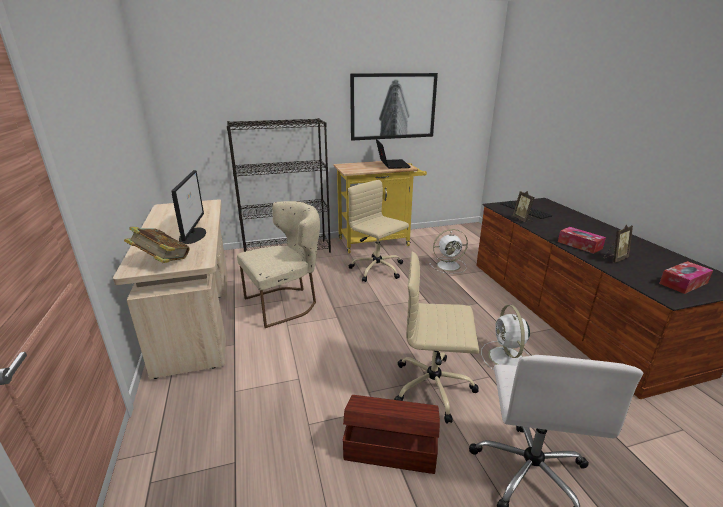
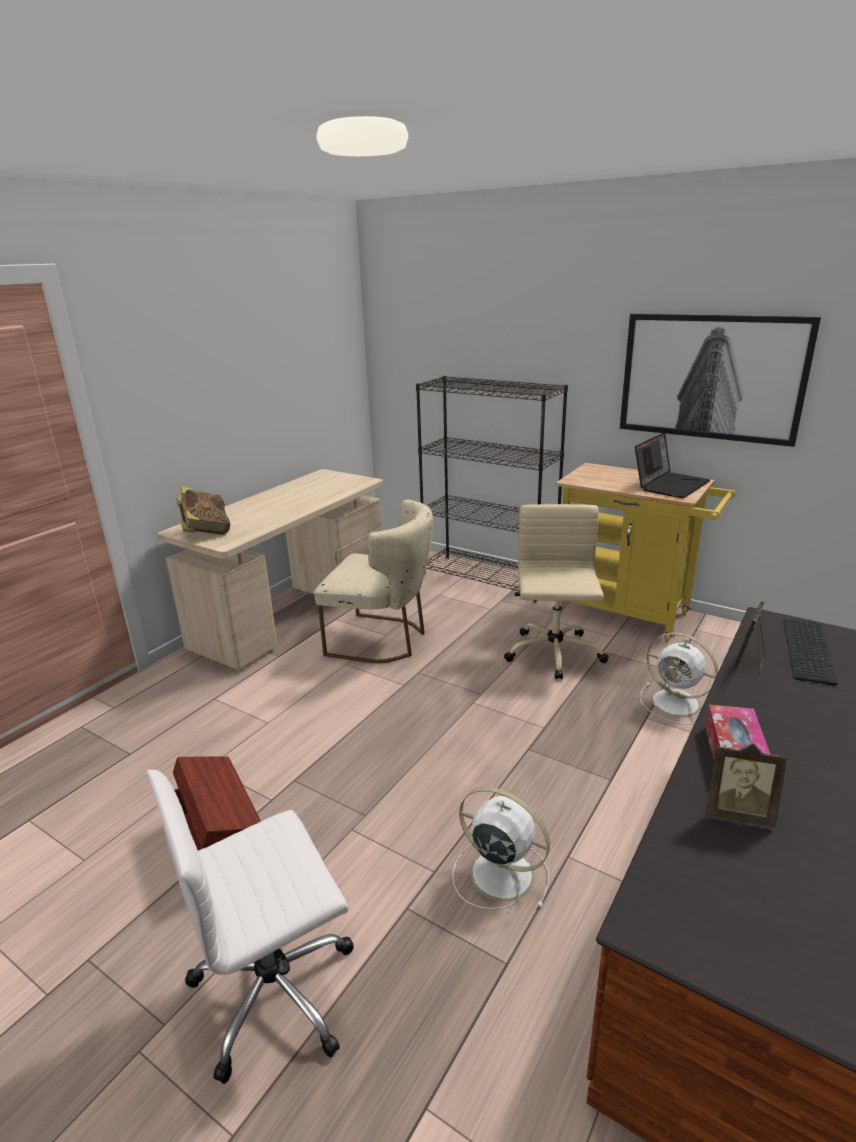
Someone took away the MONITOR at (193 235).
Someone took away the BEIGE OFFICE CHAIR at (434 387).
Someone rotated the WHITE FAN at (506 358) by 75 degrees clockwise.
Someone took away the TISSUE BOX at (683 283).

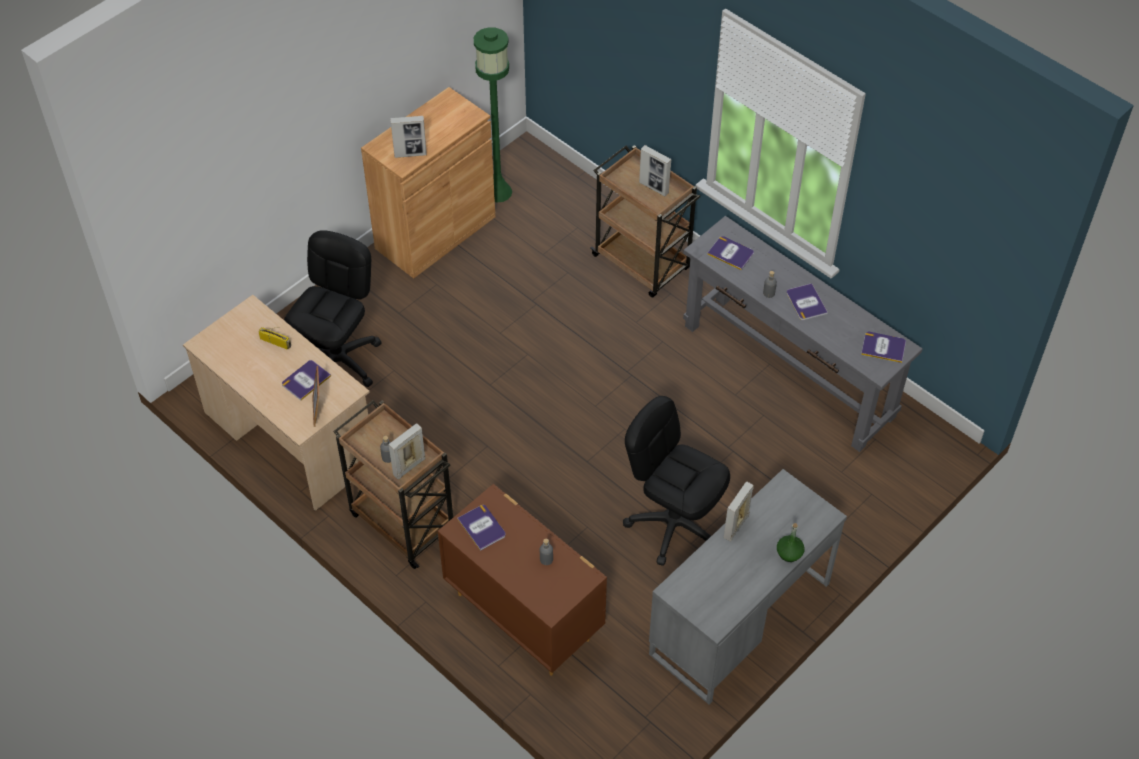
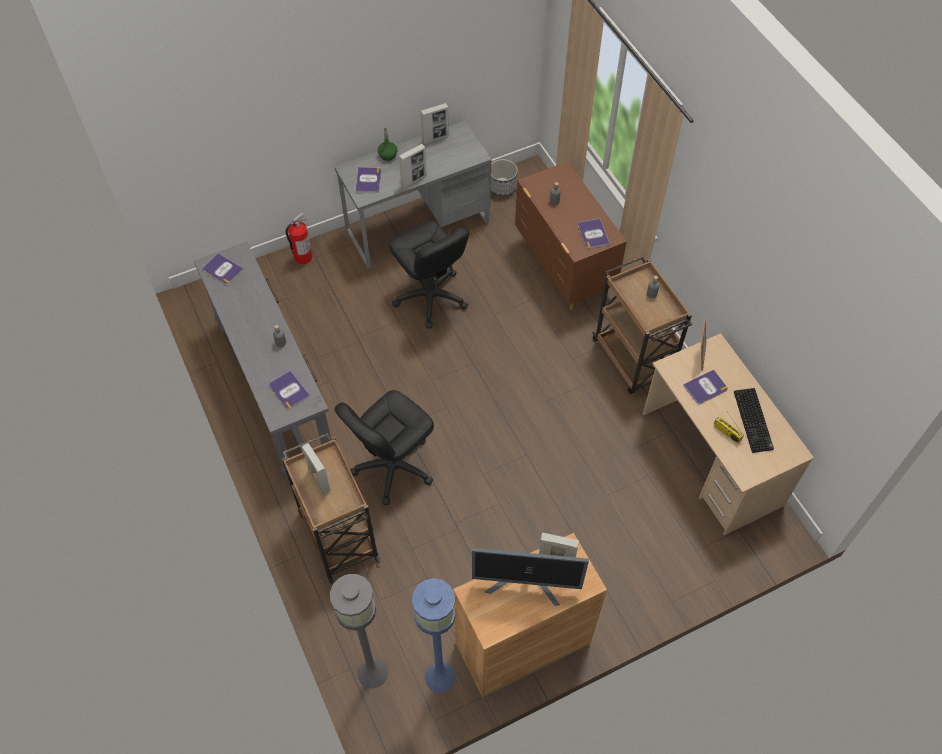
Someone carried the BLACK OFFICE CHAIR from (338 361) to (393 466).
Someone carried the PICTURE FRAME from (409 467) to (435 138).
Someone repainted the GREEN FLOOR LAMP at (498 192), which became the BLUE FLOOR LAMP at (439 676).
Someone carried the BOOK from (806 302) to (368 180).
Someone put down the FIRE EXTINGUISHER at (302 257).
Someone put down the GREY FLOOR LAMP at (372 672).
Someone put down the MONITOR at (526 584).
Someone put down the PLANTER at (502 187).
Someone put down the KEYBOARD at (754 421).

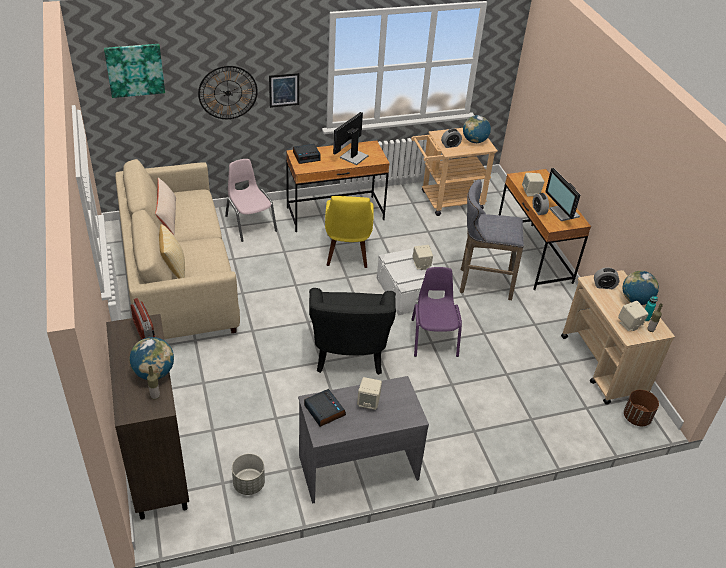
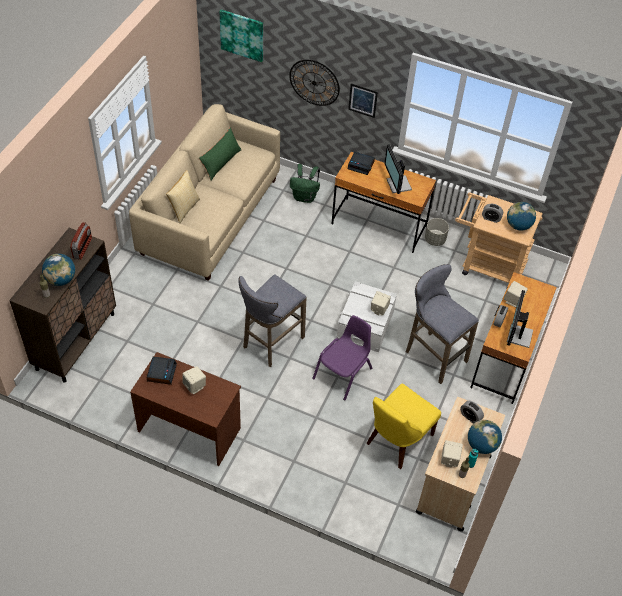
Someone repainted the BEIGE PILLOW at (167 216), which became the GREEN PILLOW at (221 162).
Someone swapped the PINK CHAIR at (250 223) for the GREEN BACKPACK at (305 197).
Someone carried the GREY PLANTER from (248 484) to (434 239).
Someone repainted the GREY DESK at (357 466), which became the BROWN DESK at (189 428).
Someone swapped the BLACK ARMCHAIR at (349 350) for the GREY STOOL at (271 343).
Someone carried the YELLOW CHAIR from (347 252) to (397 440).
Someone rotated the MONITOR at (352 156) by 90 degrees counterclockwise.
Someone took away the BROWN PLANTER at (636 418).

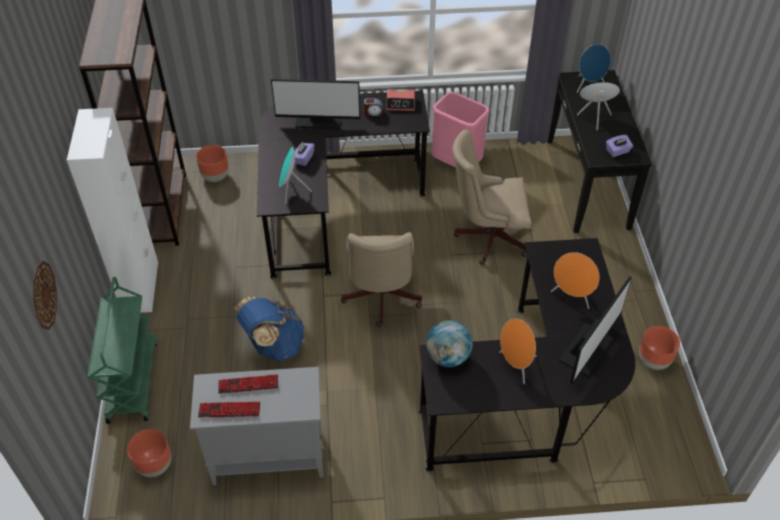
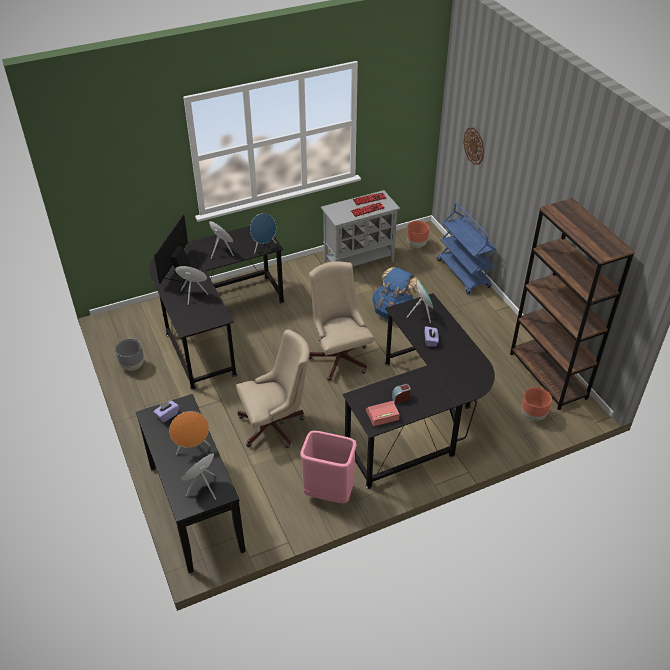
Someone took away the WHITE CABINET at (140 287).
Someone repainted the GREEN CART at (132 380), which became the BLUE CART at (463 274).
Someone took away the MONITOR at (318 120).
Someone swapped the GLOBE at (448 357) for the BLUE SPEAKER at (263 247).
Someone repainted the BROWN PLANTER at (653 361), which became the GREY PLANTER at (132 366).

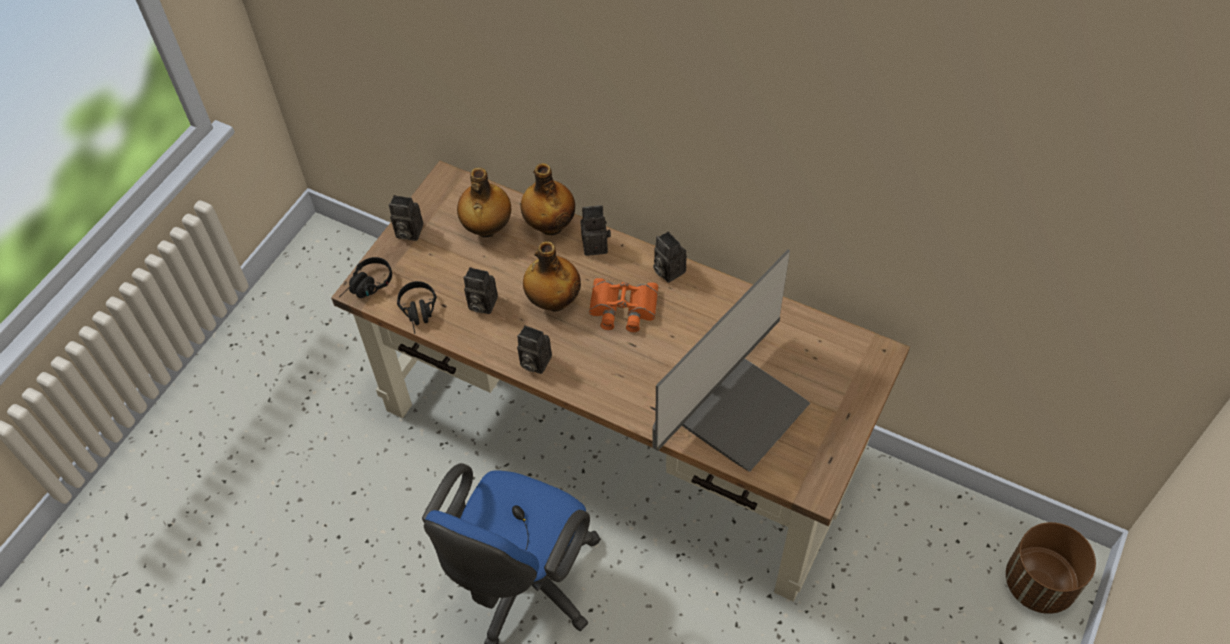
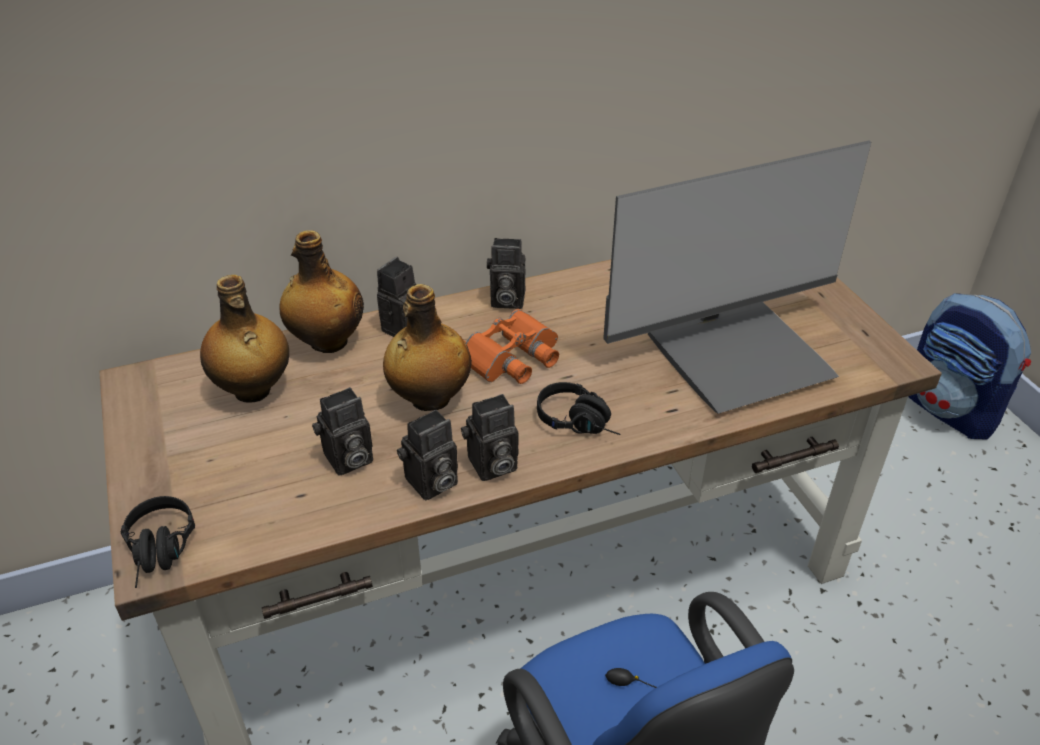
Someone carried the PHOTO CAMERA from (407 232) to (431 484).
Someone carried the BLACK HEADPHONES from (420 313) to (581 423).
Someone rotated the MONITOR at (736 408) by 75 degrees clockwise.
Someone swapped the BROWN PLANTER at (1039 584) for the BACKPACK at (951 410).

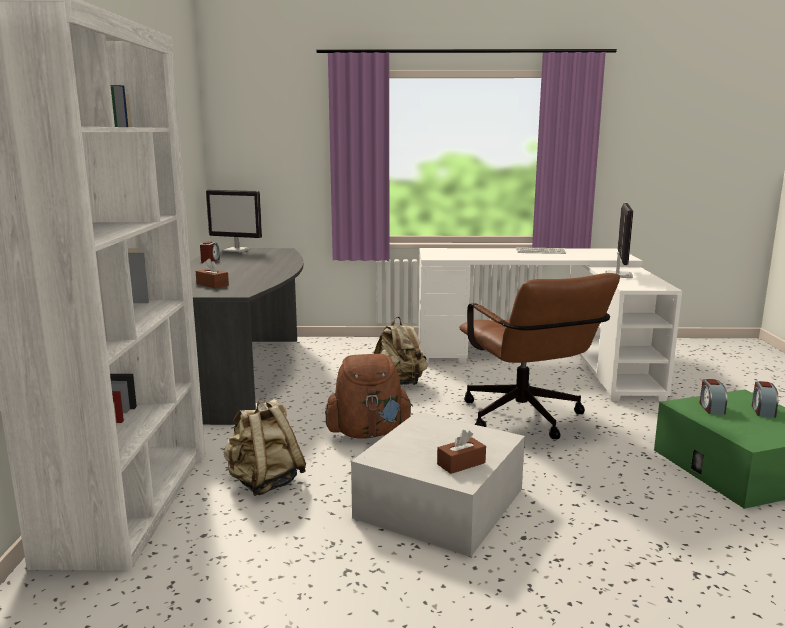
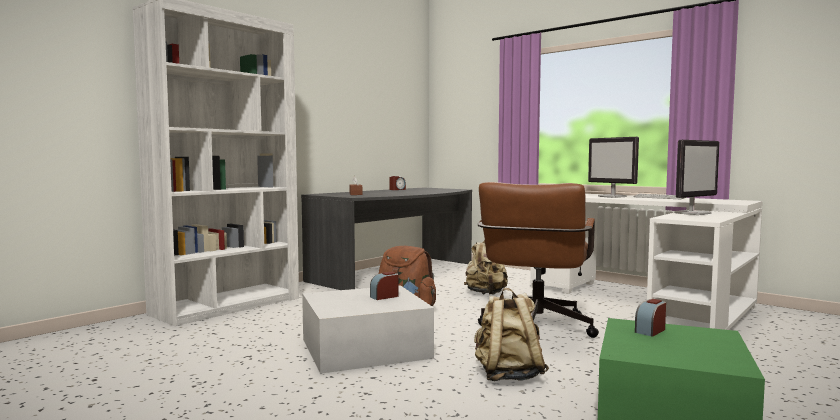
Someone carried the MONITOR from (237 250) to (612 197).
Someone carried the BEIGE BACKPACK from (264 483) to (508 375).
Someone took away the BROWN TISSUE BOX at (461 463).
Someone carried the ALARM CLOCK from (762 411) to (384 296).

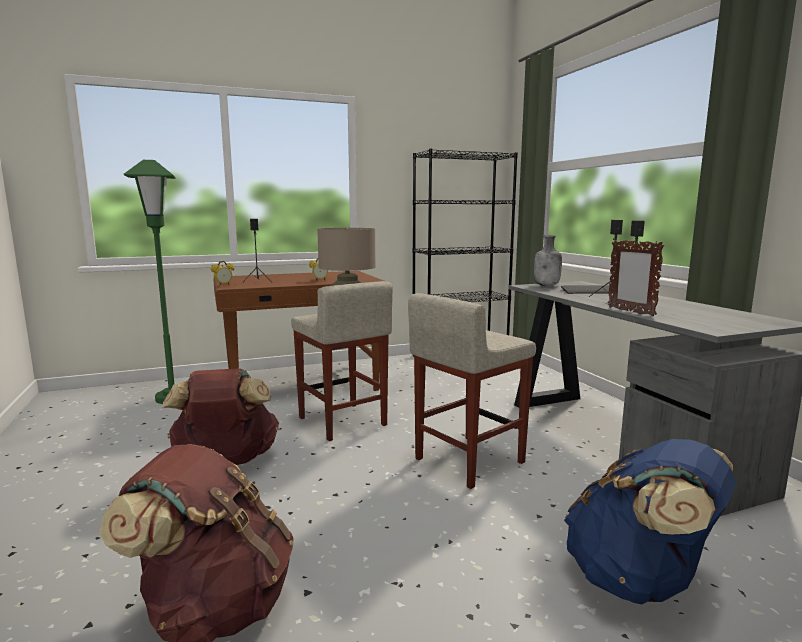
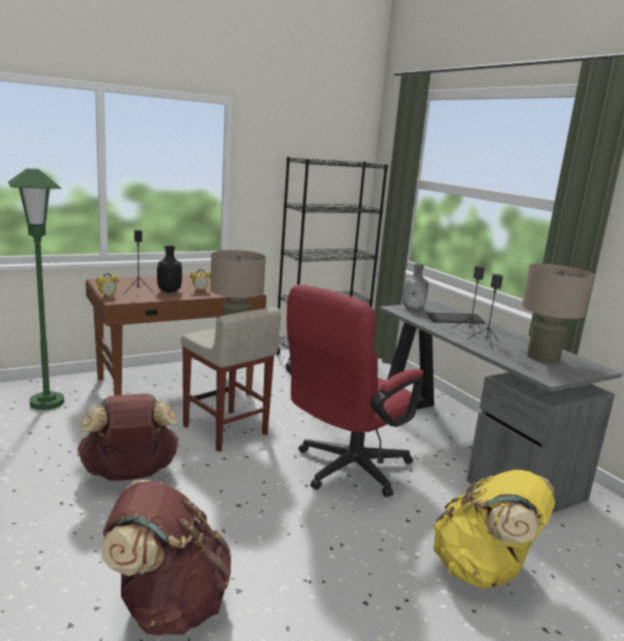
Someone swapped the BEIGE STOOL at (468 461) for the RED OFFICE CHAIR at (345 470).
Someone repainted the BLUE BACKPACK at (639 581), which became the YELLOW BACKPACK at (483 570).
Someone took away the PICTURE FRAME at (630 312).
Someone put down the BLACK BOTTLE at (168 291).
Someone put down the BEIGE TABLE LAMP at (543 357).

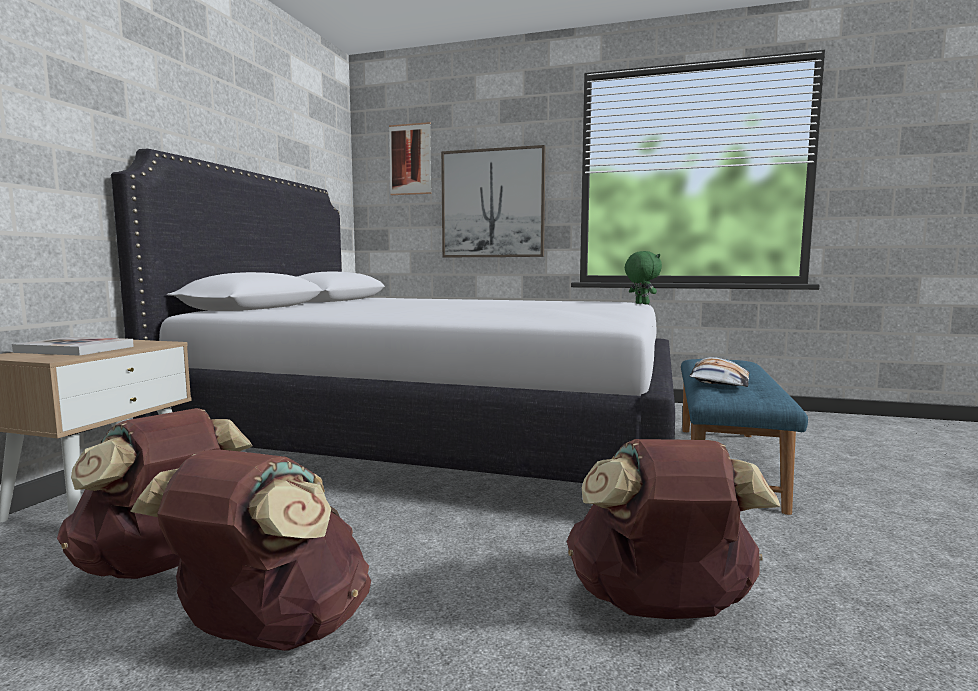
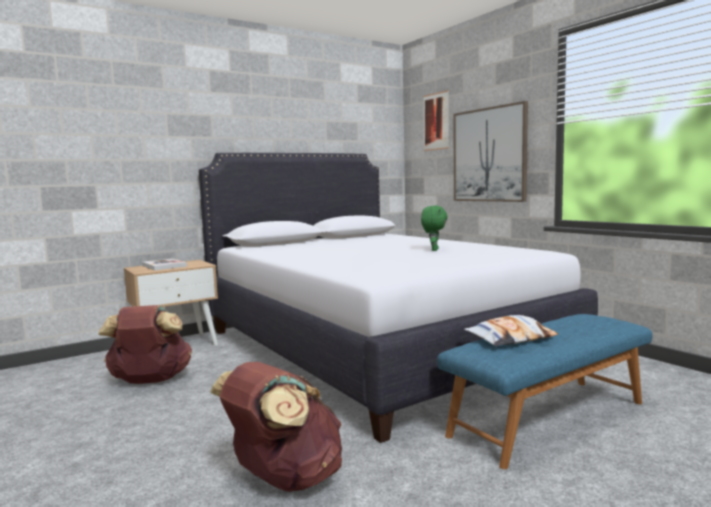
Someone took away the BROWN BACKPACK at (270 634).
Someone carried the GREEN PLUSH TOY from (641 304) to (434 250).

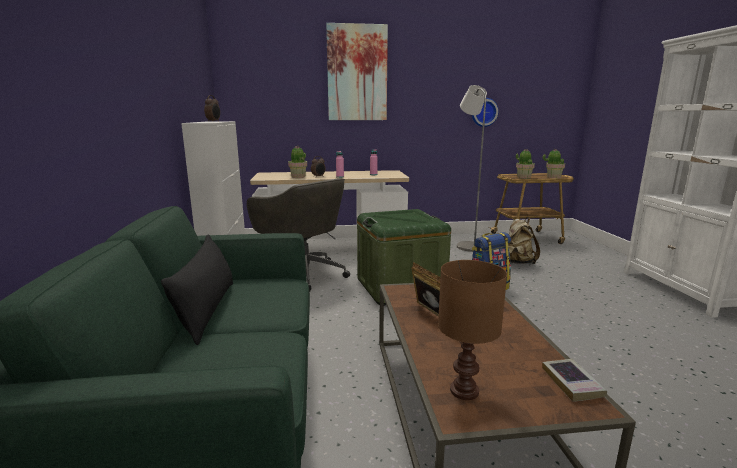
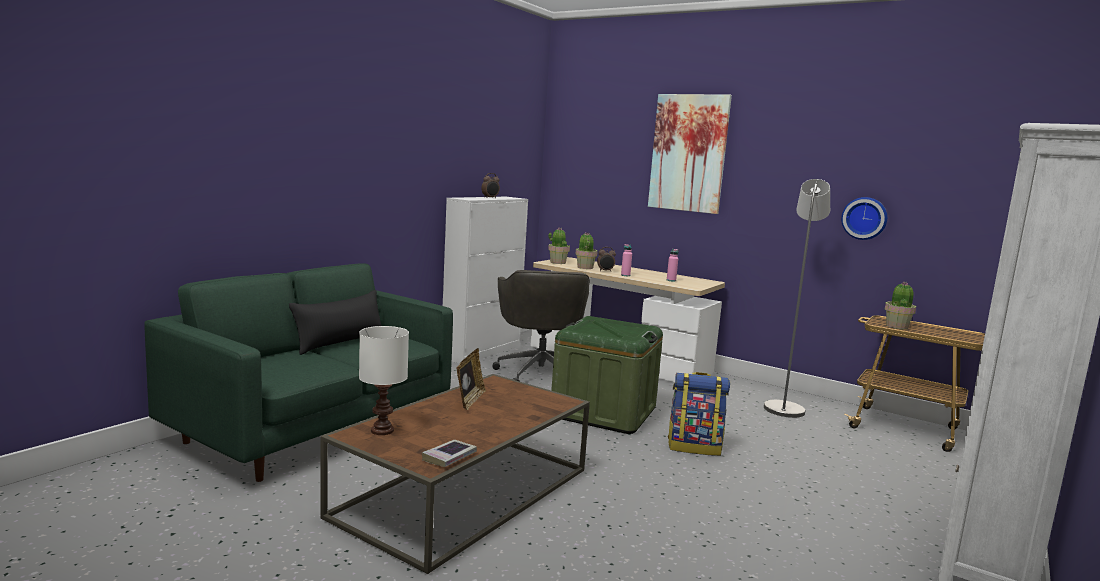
Someone repainted the BROWN TABLE LAMP at (463 390), which became the WHITE TABLE LAMP at (381 430).
Someone took away the BEIGE BACKPACK at (516 263).
Someone carried the POTTED PLANT from (553 177) to (558 262).

